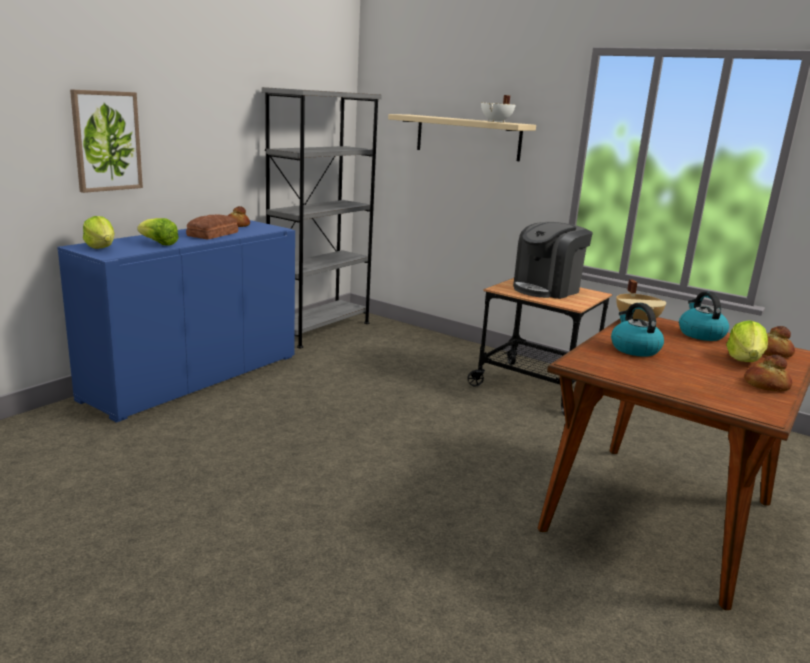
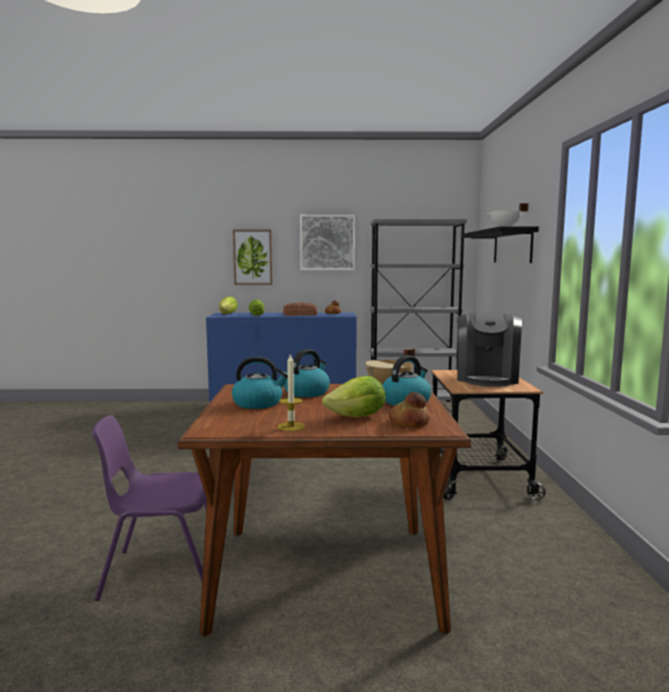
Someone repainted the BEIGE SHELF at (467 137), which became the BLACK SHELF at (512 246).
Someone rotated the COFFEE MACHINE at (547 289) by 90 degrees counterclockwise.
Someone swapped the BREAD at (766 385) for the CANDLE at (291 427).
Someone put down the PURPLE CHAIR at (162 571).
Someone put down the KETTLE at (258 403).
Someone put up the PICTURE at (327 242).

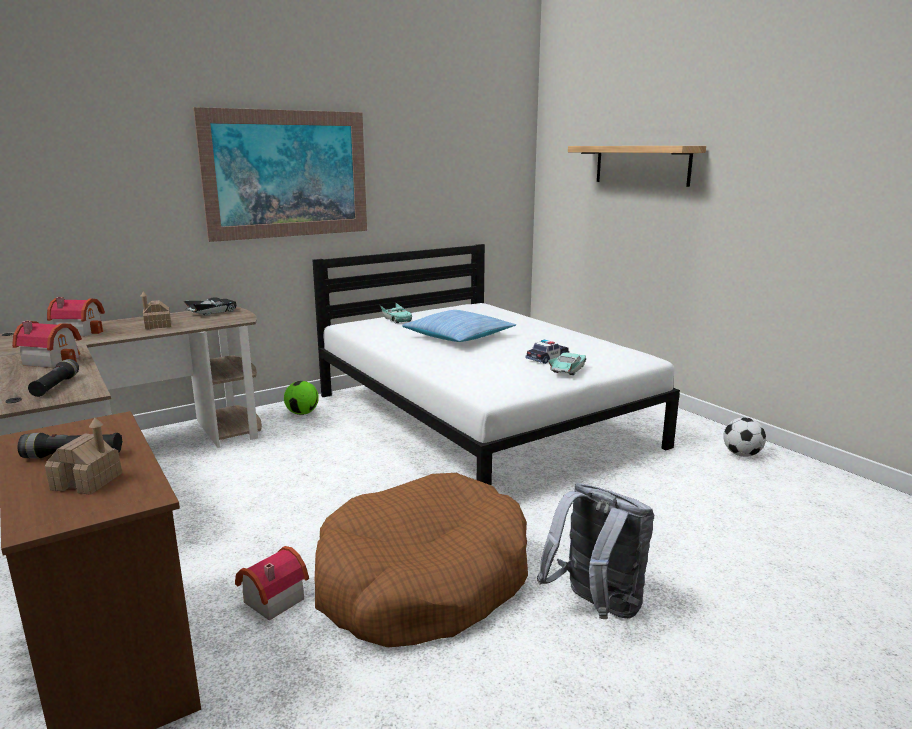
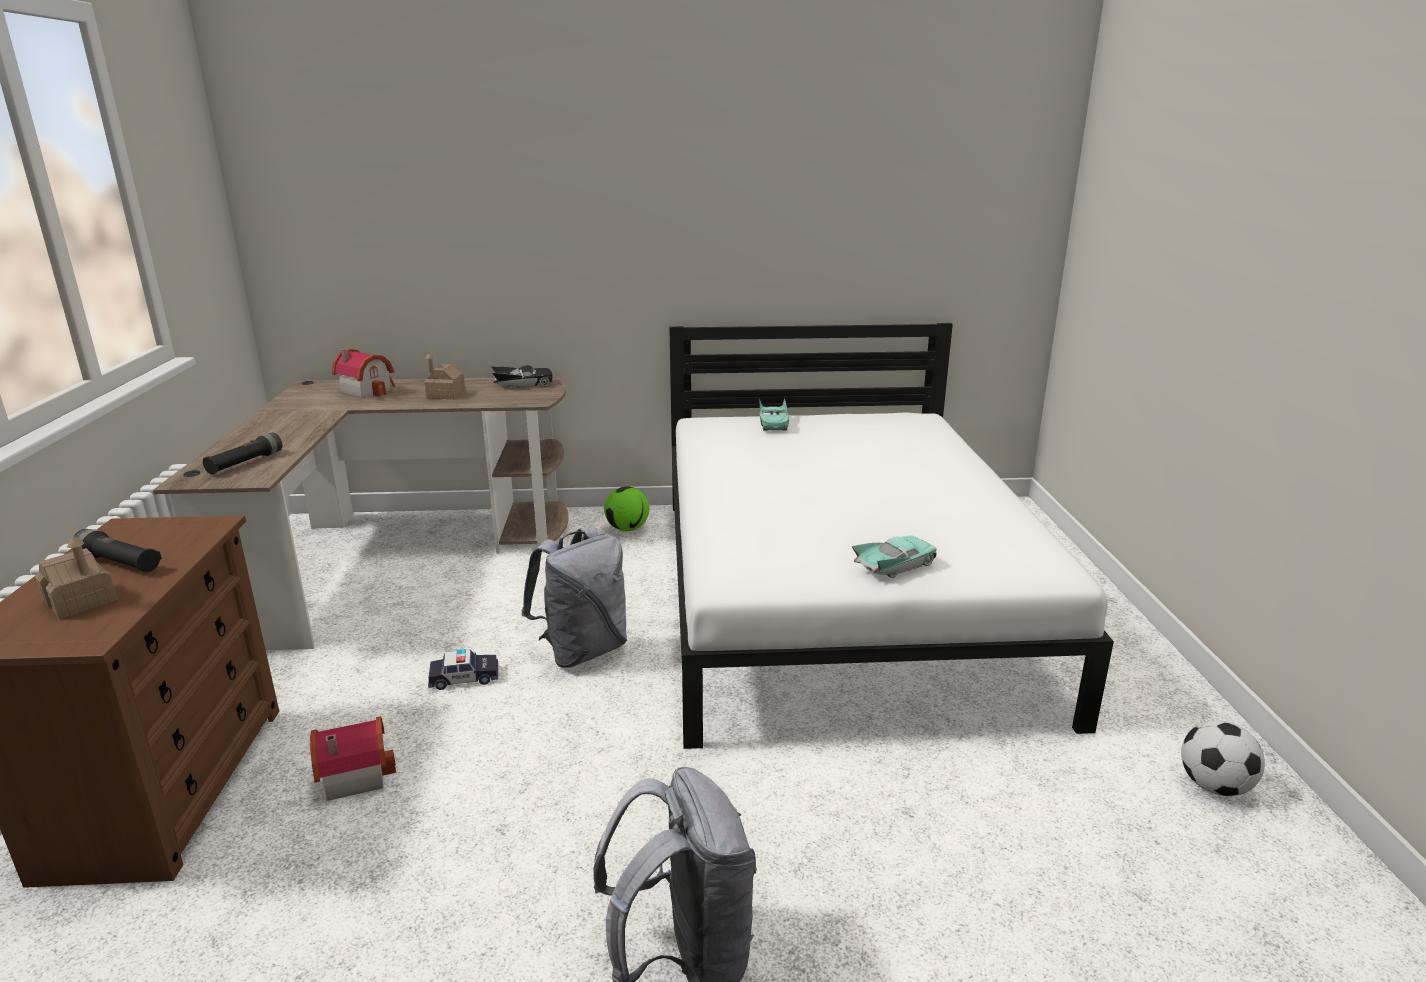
Someone took away the TOY HOUSE at (52 360).
Someone took away the PICTURE at (287 174).
Someone took away the BROWN DOG BED at (422 581).
Someone took away the PILLOW at (459 337).
Someone carried the TOY CAR from (547 358) to (464 678).
Someone took away the SHELF at (641 165).
Someone put down the GREY BACKPACK at (582 650).

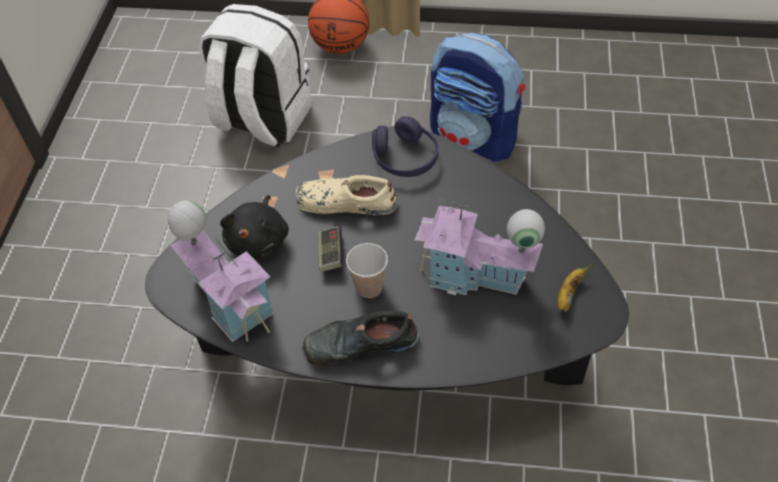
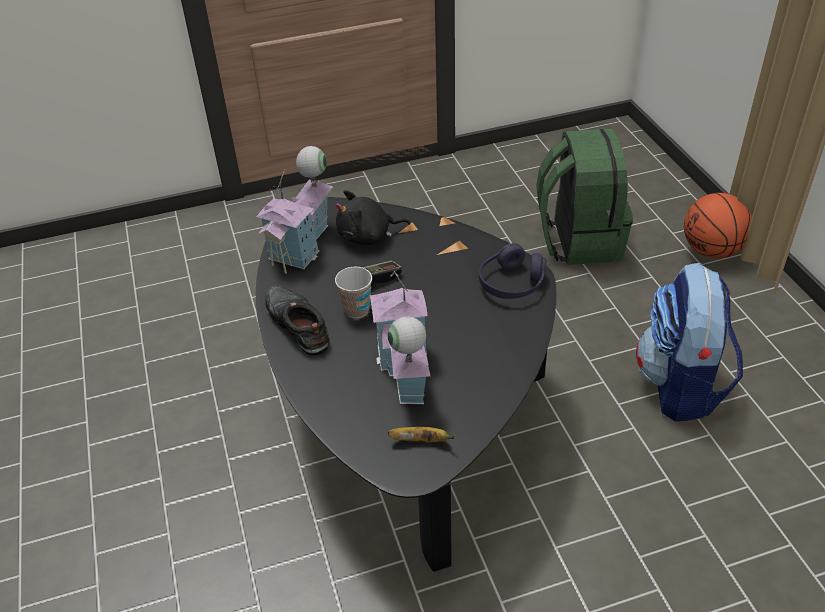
Someone repainted the WHITE BACKPACK at (262 120), which became the GREEN BACKPACK at (578 240).
Someone took away the BEIGE SHOE at (345 202).

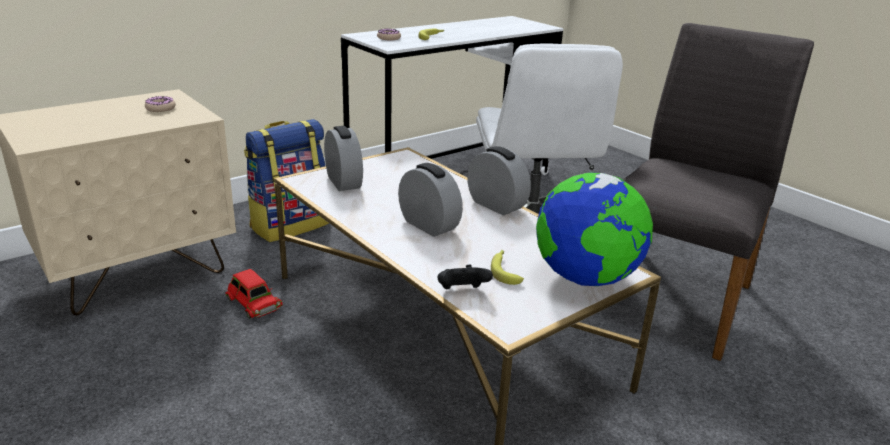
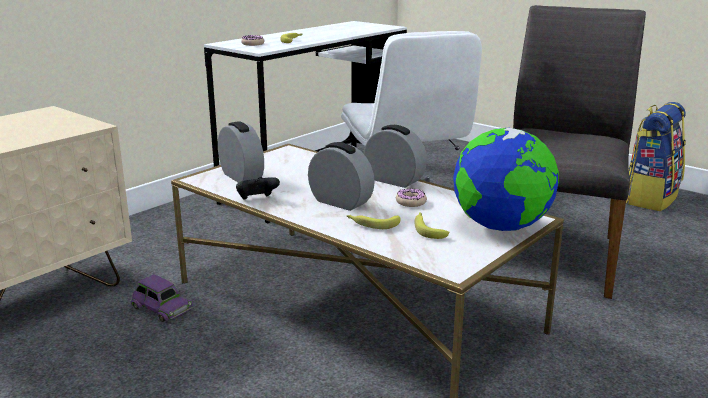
Someone carried the DONUT from (160 108) to (411 202).
Someone repainted the RED TOY CAR at (253 302), which became the PURPLE TOY CAR at (161 307).
Someone carried the BACKPACK from (290 225) to (649 198).
Someone carried the BLACK GAME CONTROLLER from (462 292) to (257 200).
Someone put down the BANANA at (372 224).

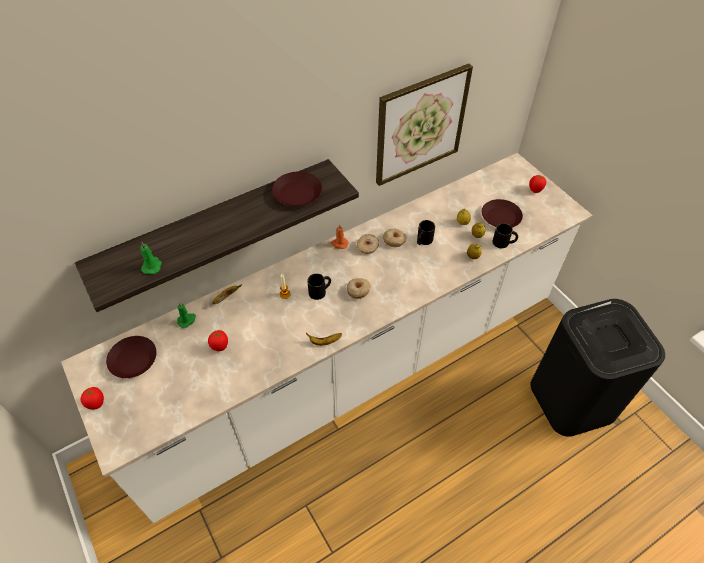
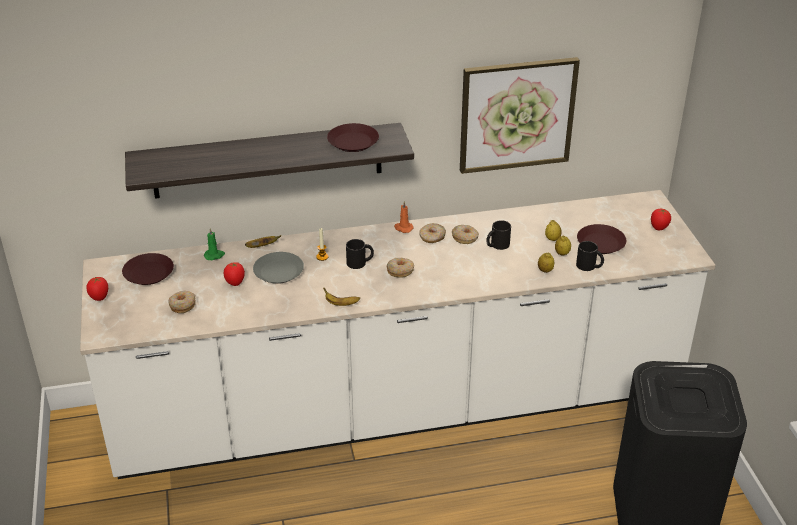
Someone took away the GREEN CANDLE at (152 266).
Someone put down the DONUT at (182 305).
Someone put down the GREY PLATE at (279 272).

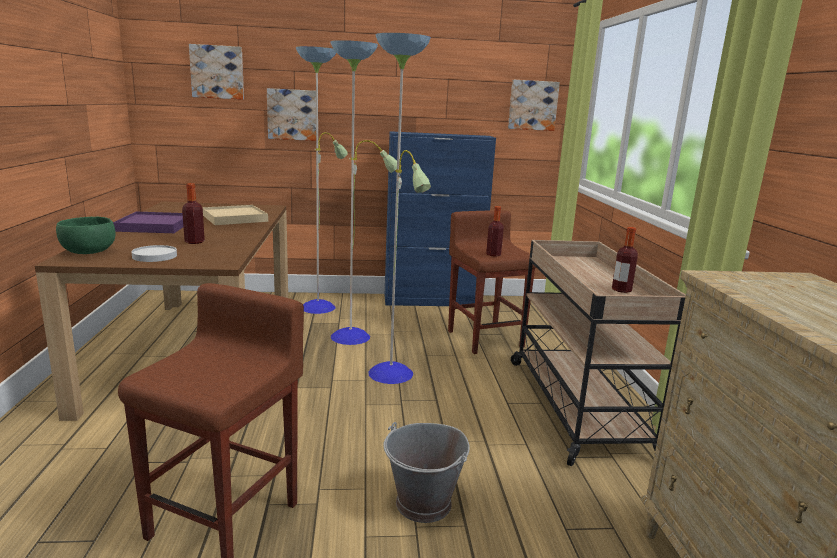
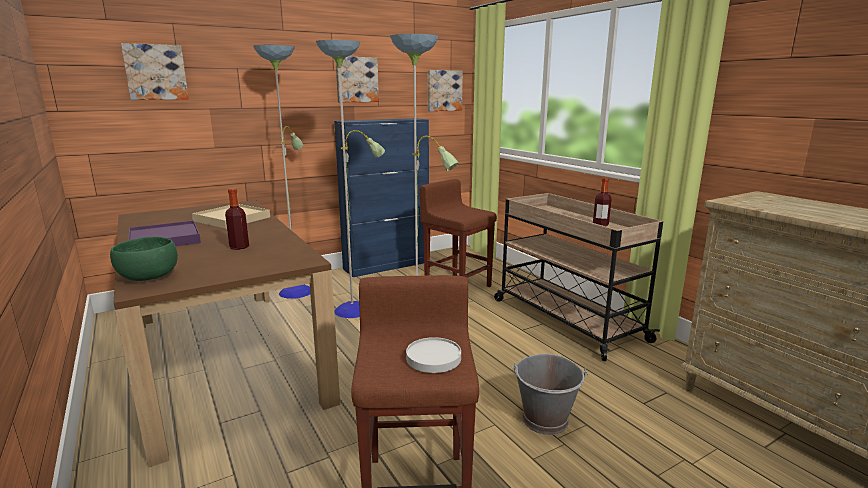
Someone carried the WHITE PLATE from (154 256) to (433 358).
Someone carried the PICTURE from (292 114) to (356 79).
Someone took away the BOTTLE at (493 254).

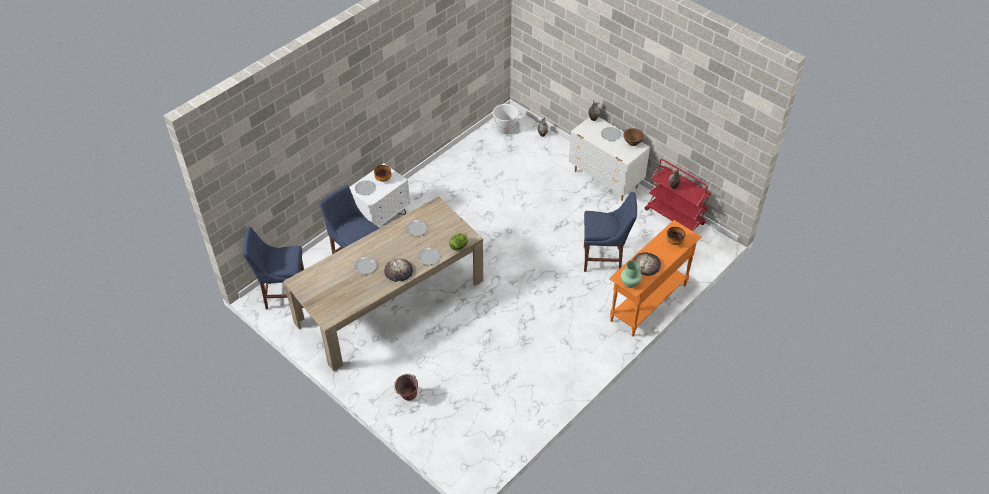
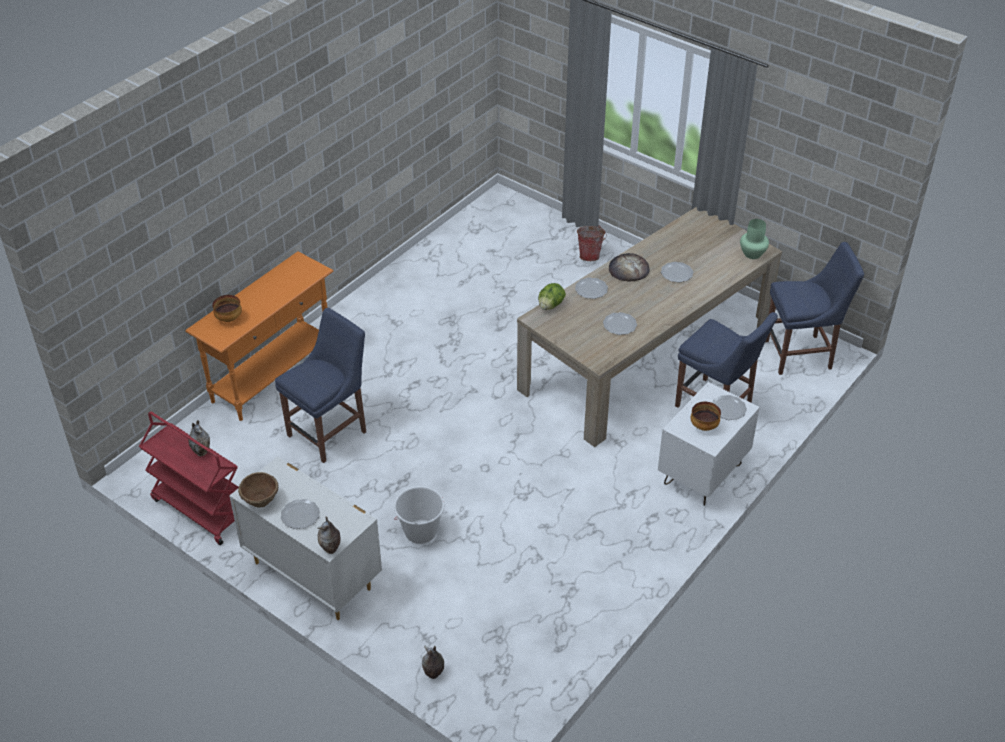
Someone carried the WHITE BUCKET from (505 128) to (421 532).
Someone rotated the BLUE CHAIR at (604 259) by 135 degrees clockwise.
Someone carried the GREEN VASE from (629 283) to (752 253).
Someone took away the BREAD at (646 265).

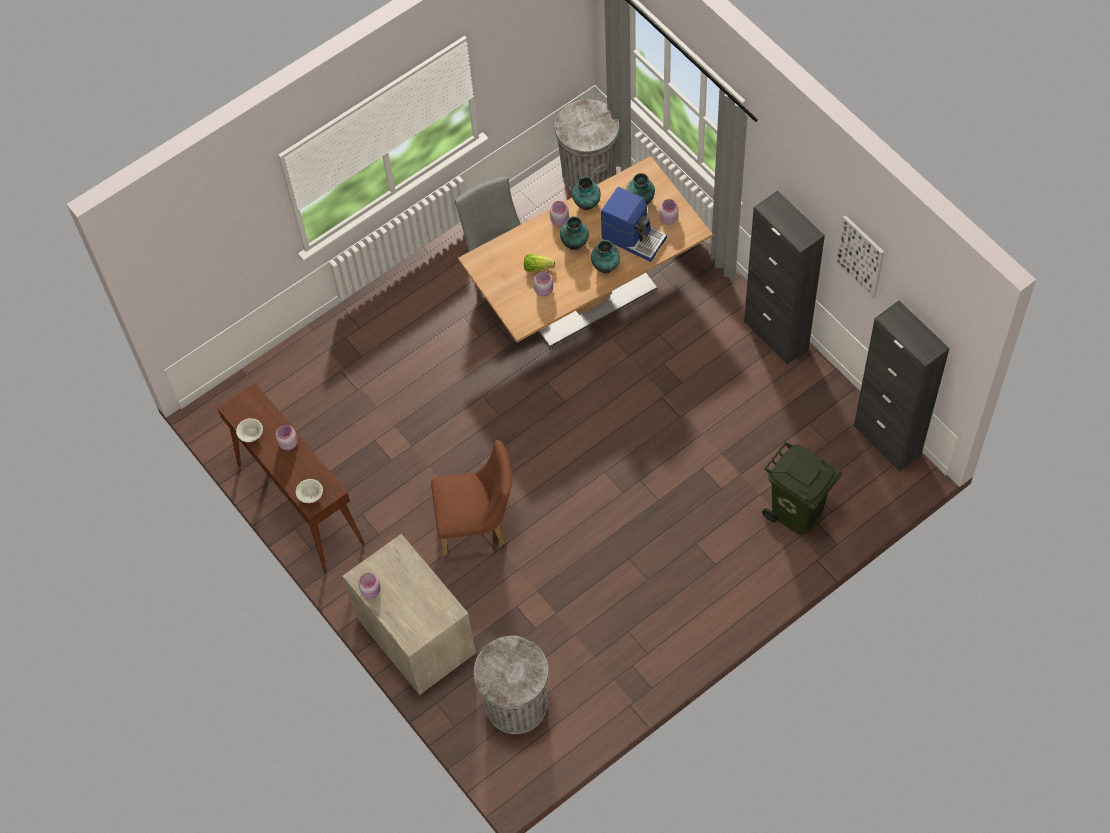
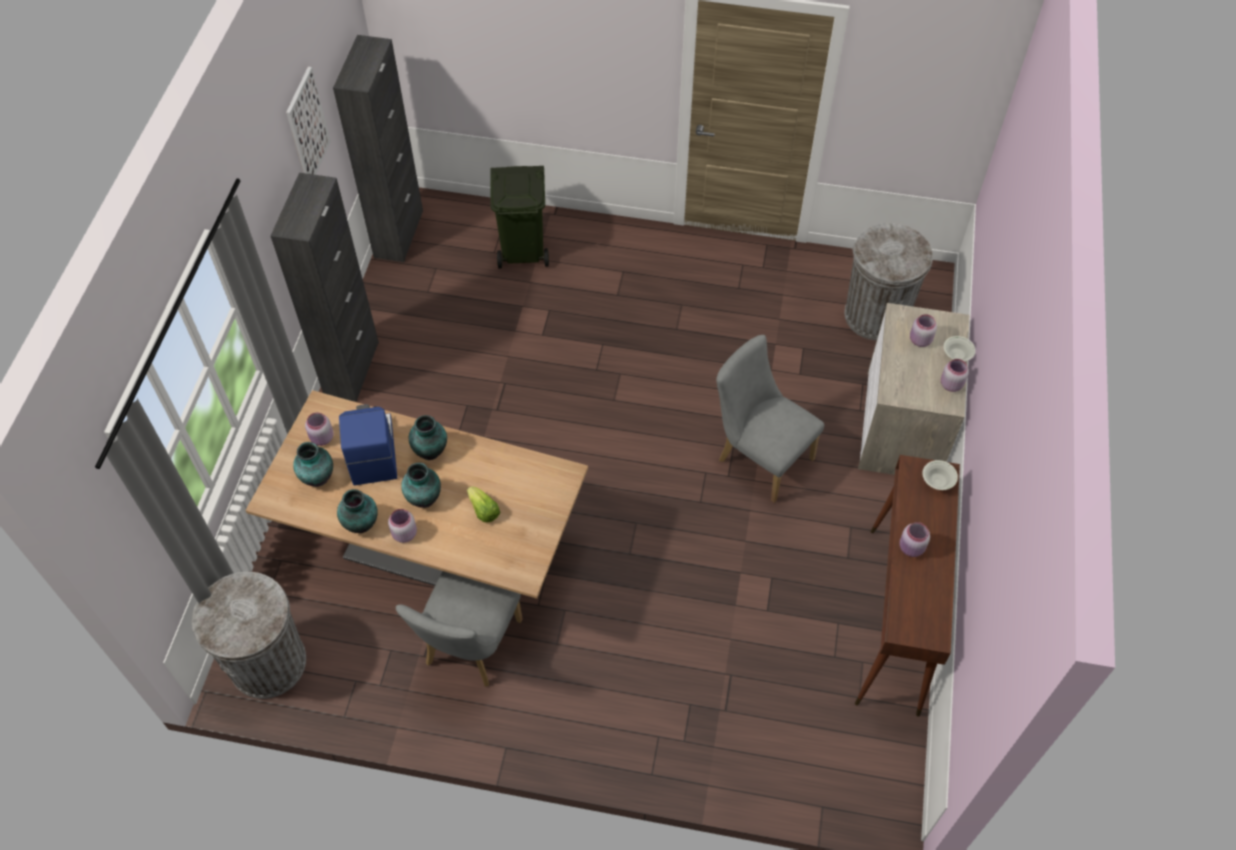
Someone carried the WHITE BOWL from (251 434) to (956 356).
Someone repainted the BROWN CHAIR at (477 524), which became the GREY CHAIR at (759 456).
Someone carried the PINK JAR from (544 289) to (919 340).

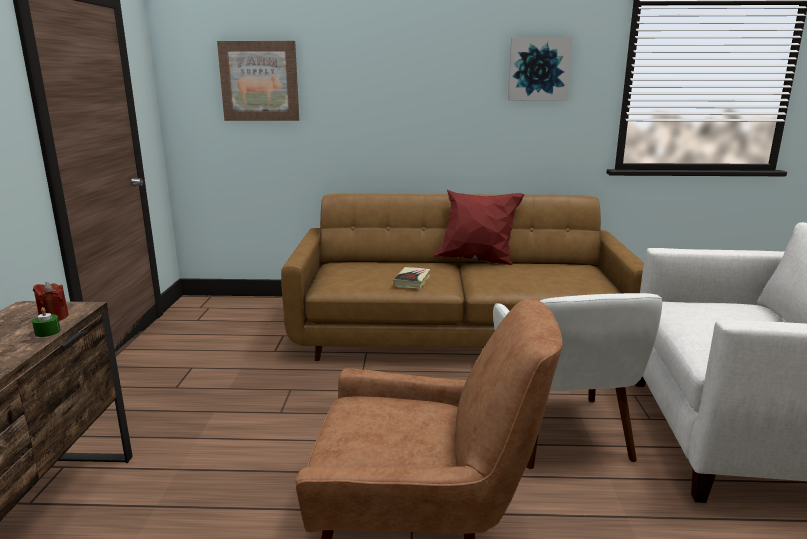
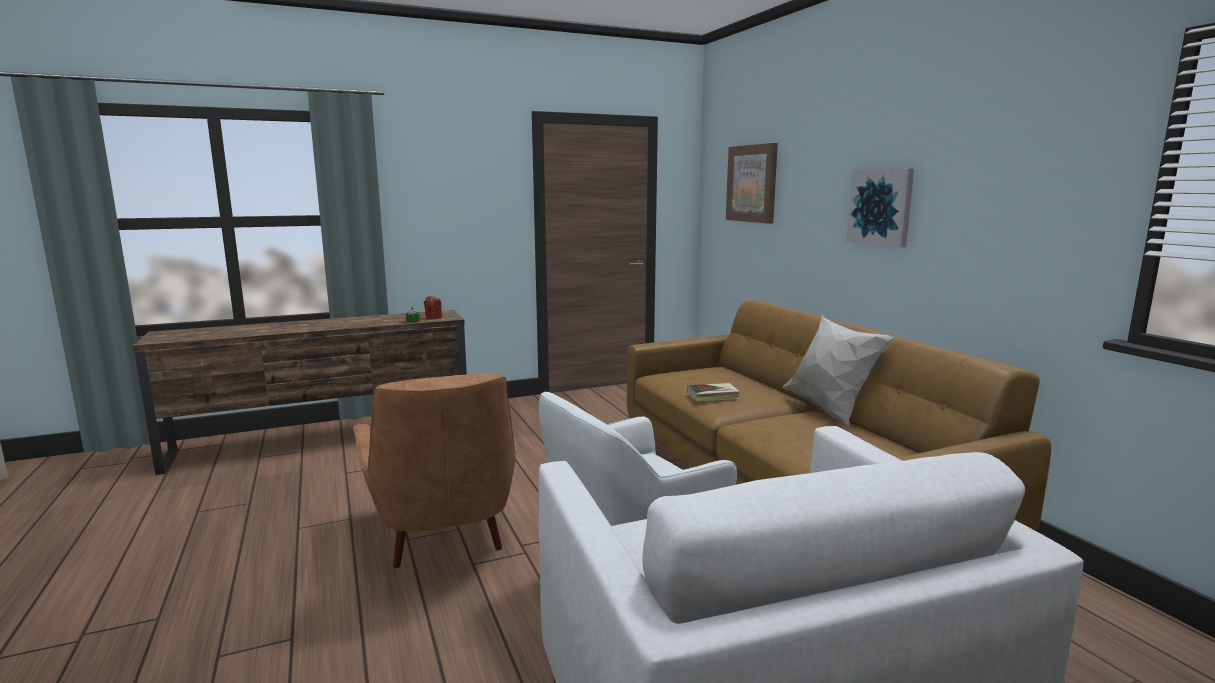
Someone repainted the RED PILLOW at (477 261), which became the WHITE PILLOW at (829 410).
Someone carried the PICTURE from (539 69) to (880 207).

